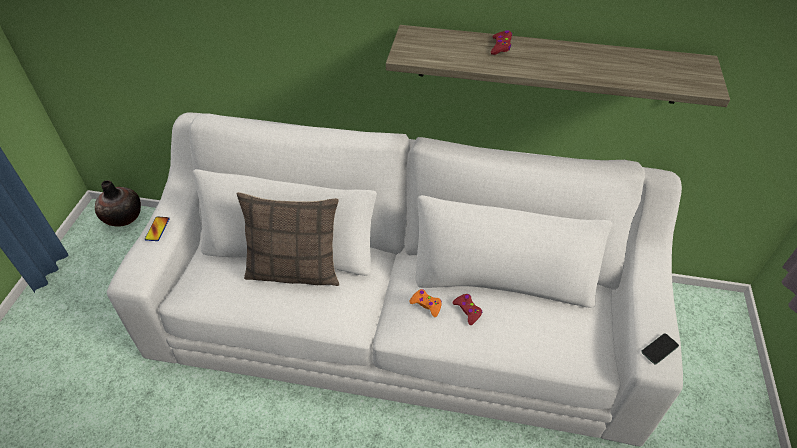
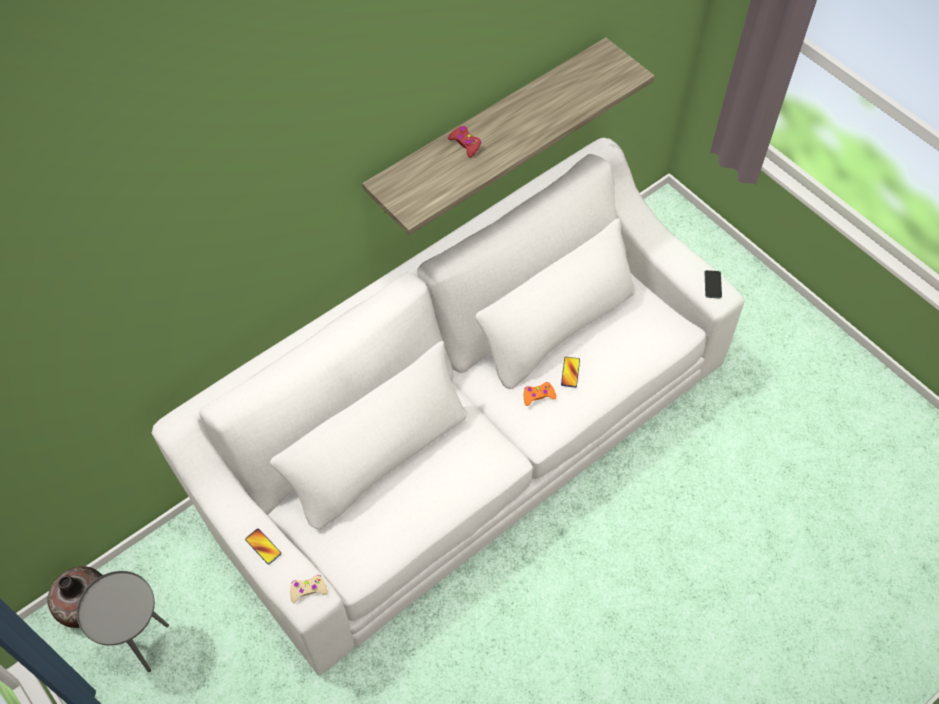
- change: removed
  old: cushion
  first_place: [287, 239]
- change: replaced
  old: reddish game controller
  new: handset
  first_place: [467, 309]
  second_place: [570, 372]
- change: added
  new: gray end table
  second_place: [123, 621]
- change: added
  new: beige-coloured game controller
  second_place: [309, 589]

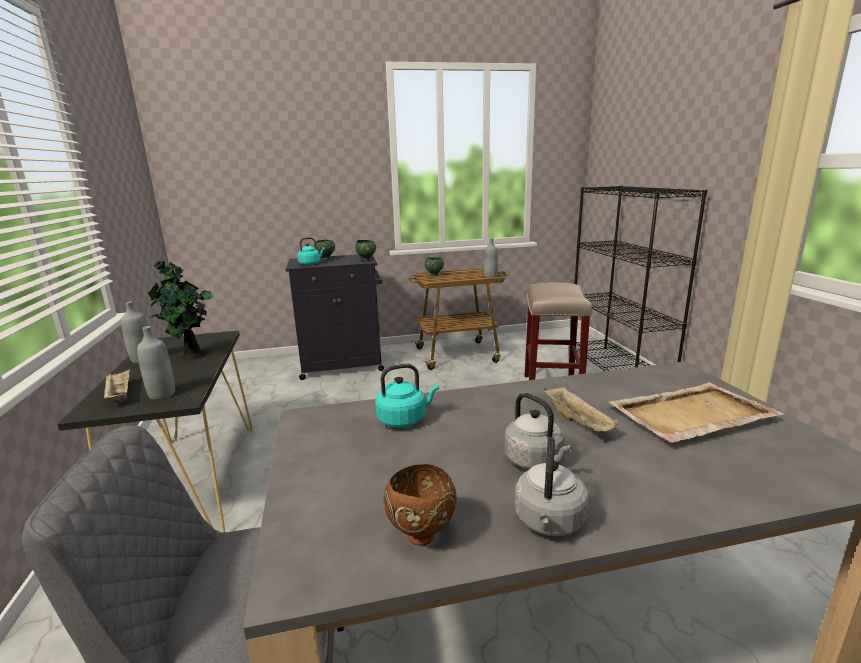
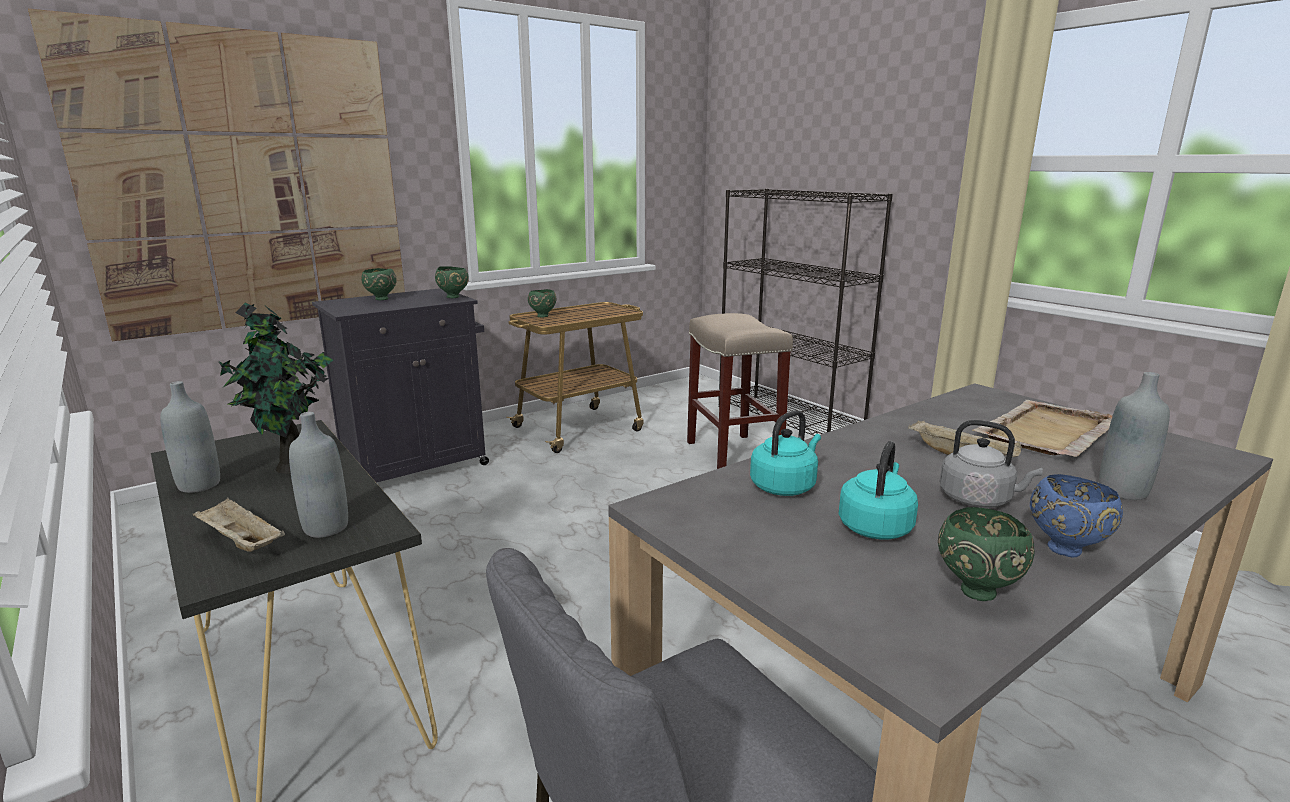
- change: moved
  old: turquoise water kettle
  first_place: [311, 251]
  second_place: [878, 490]
- change: recoloured
  old: brown deep dish
  new: green-coloured deep dish
  first_place: [420, 505]
  second_place: [986, 554]
- change: moved
  old: gray drink bottle
  first_place: [491, 258]
  second_place: [1134, 436]
- change: replaced
  old: gray water kettle
  new: blue deep dish
  first_place: [552, 486]
  second_place: [1076, 516]
- change: added
  new: picture
  second_place: [216, 175]

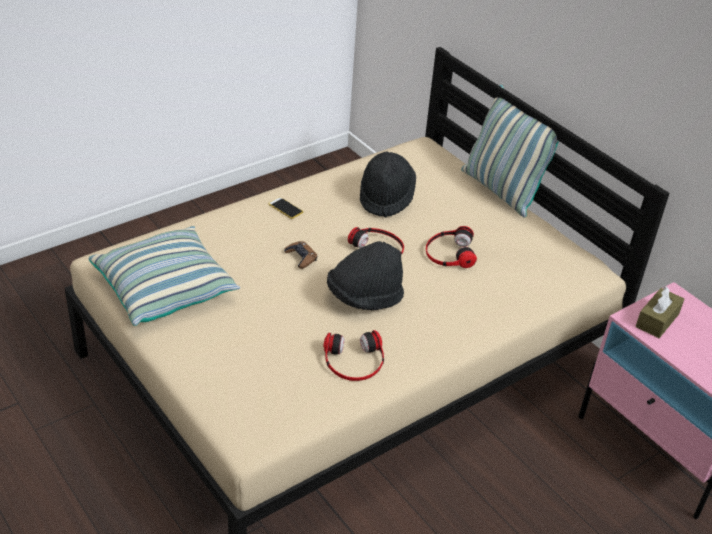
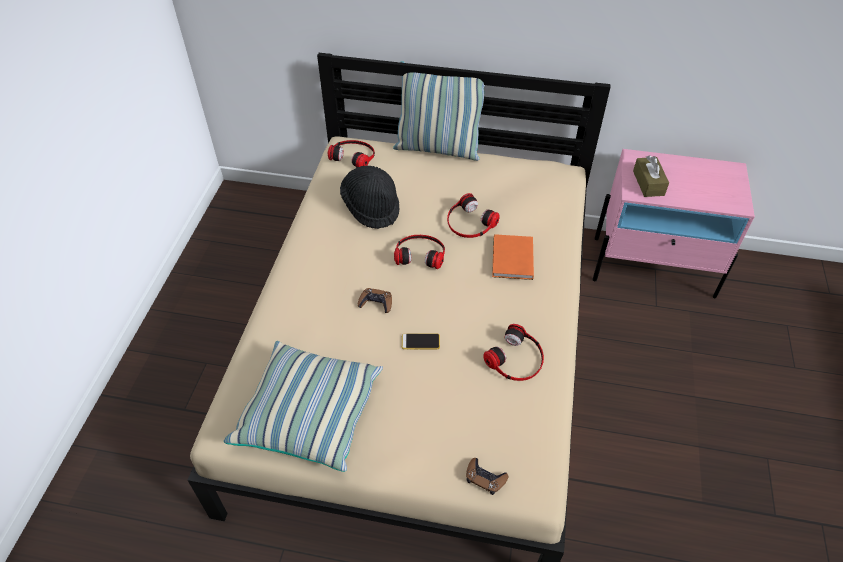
- change: moved
  old: handset
  first_place: [285, 208]
  second_place: [421, 341]
- change: removed
  old: black-coloured clothing hat
  first_place: [365, 275]
- change: added
  new: headphones
  second_place: [351, 153]
- change: added
  new: brown game controller
  second_place: [487, 476]
- change: added
  new: orange volume
  second_place: [513, 257]

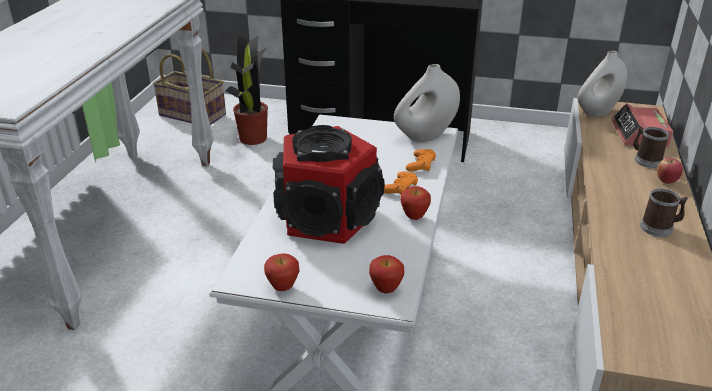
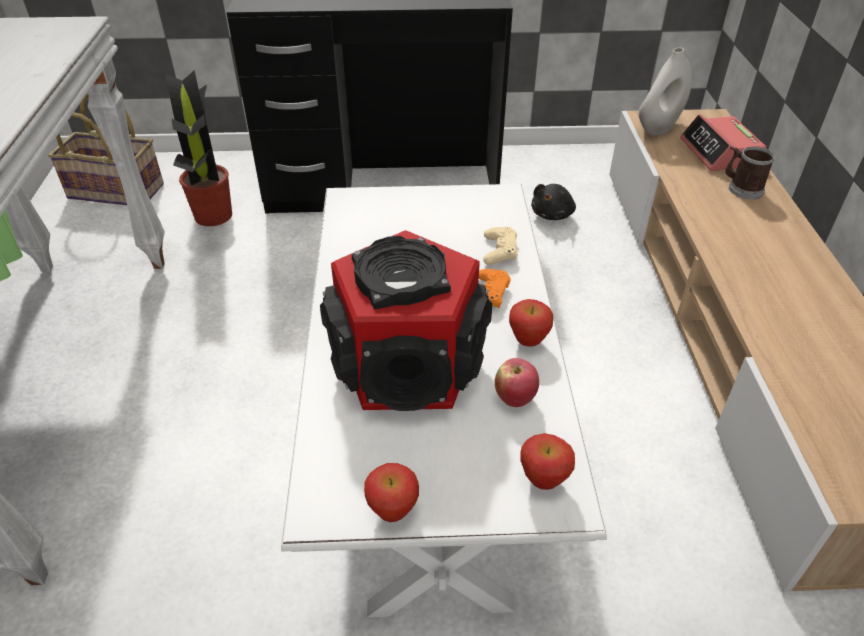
- change: removed
  old: white decorative vase
  first_place: [427, 103]
- change: recoloured
  old: orange game controller
  new: beige-coloured game controller
  first_place: [421, 160]
  second_place: [500, 246]
- change: removed
  old: tea mug
  first_place: [664, 212]
- change: moved
  old: apple
  first_place: [670, 171]
  second_place: [517, 382]
- change: added
  new: black-coloured soft toy
  second_place: [553, 202]

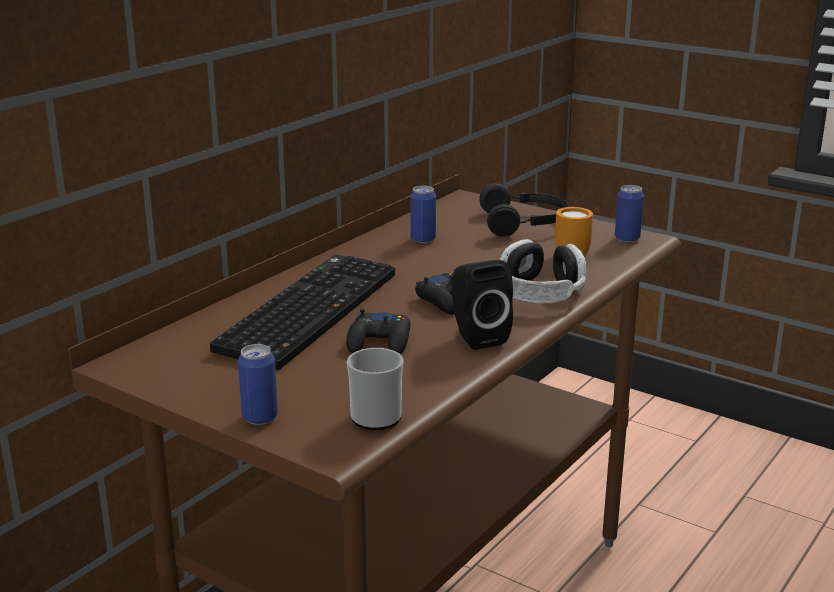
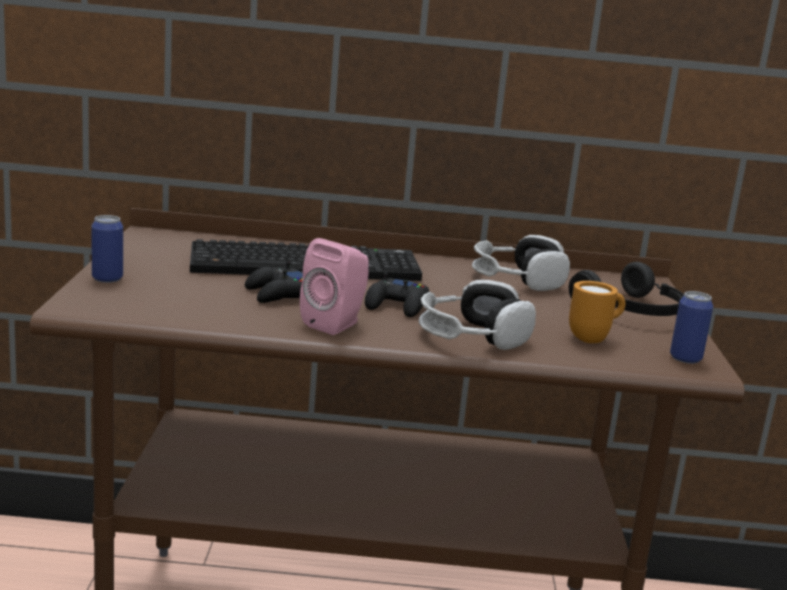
- change: removed
  old: tea mug
  first_place: [375, 389]
- change: replaced
  old: sealed can
  new: headphones
  first_place: [423, 214]
  second_place: [521, 263]
- change: recoloured
  old: black-coloured loudspeaker
  new: pink-coloured loudspeaker
  first_place: [482, 305]
  second_place: [334, 286]

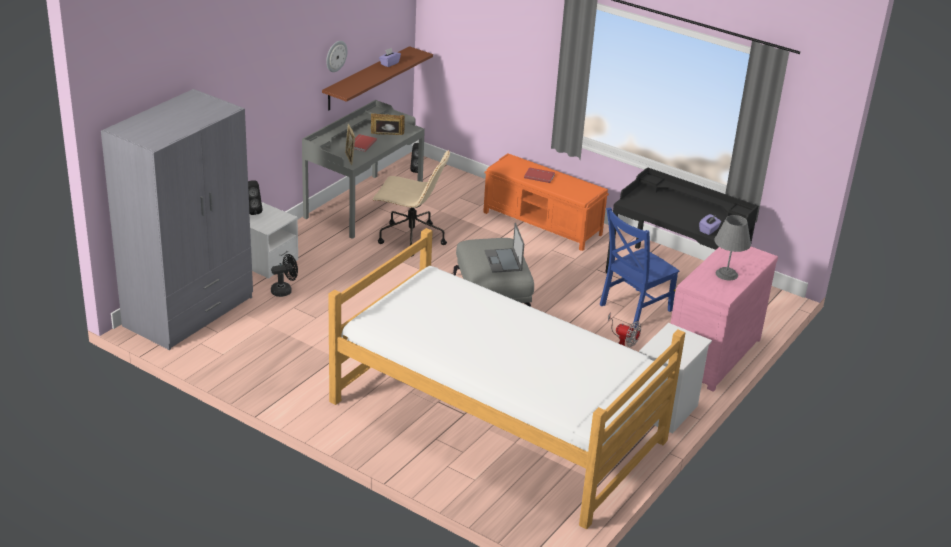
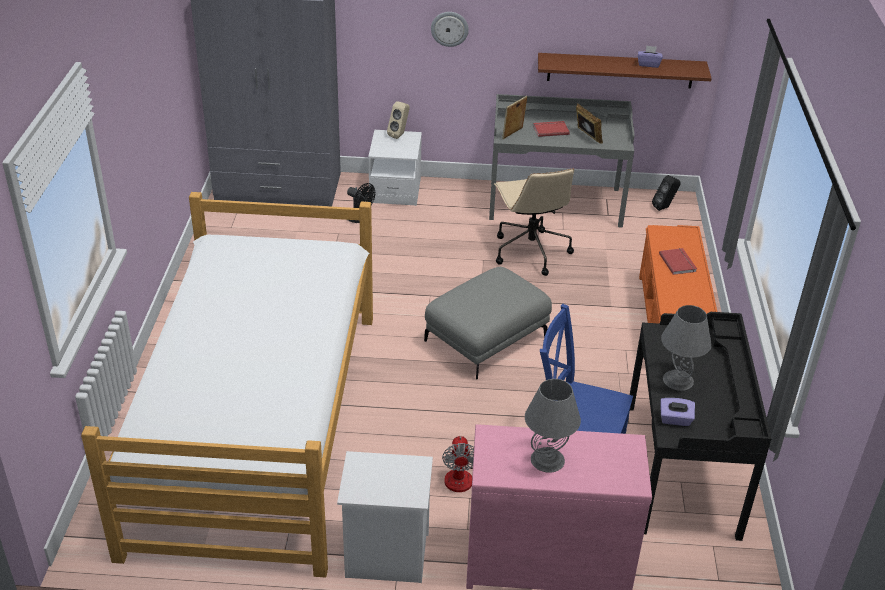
- change: recoloured
  old: black-coloured loudspeaker
  new: beige-coloured loudspeaker
  first_place: [255, 197]
  second_place: [398, 120]
- change: moved
  old: wall clock
  first_place: [337, 56]
  second_place: [450, 29]
- change: removed
  old: portable computer
  first_place: [504, 248]
- change: added
  new: gray tabletop lamp
  second_place: [686, 348]

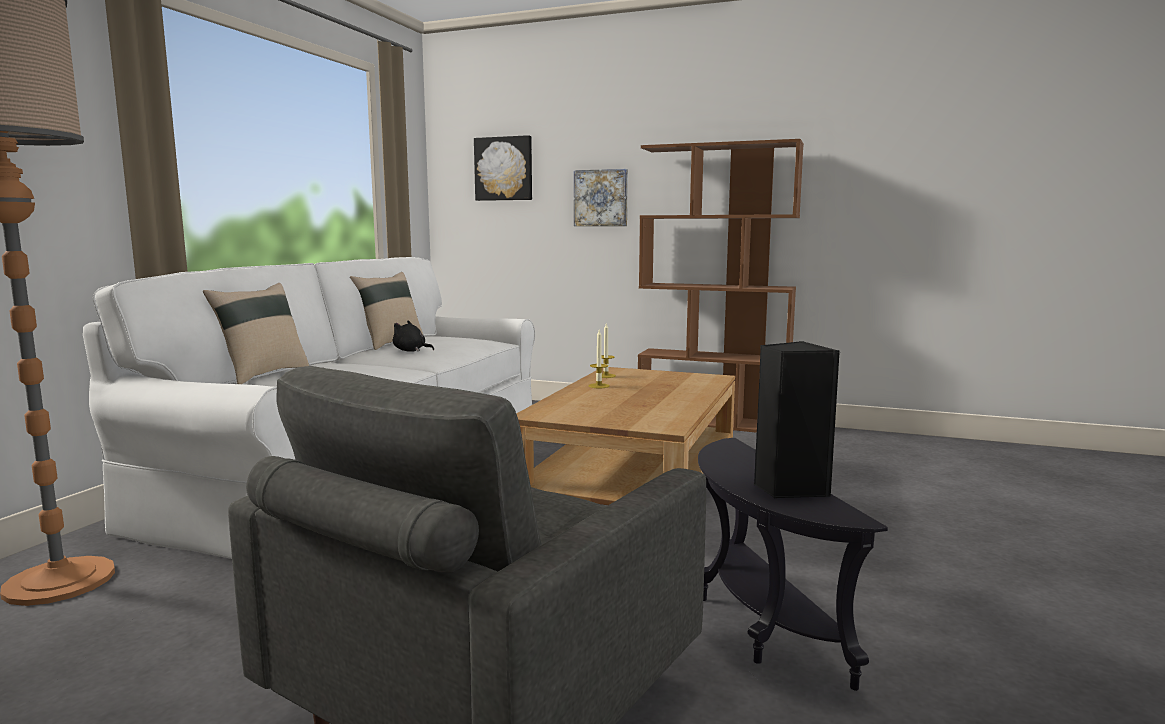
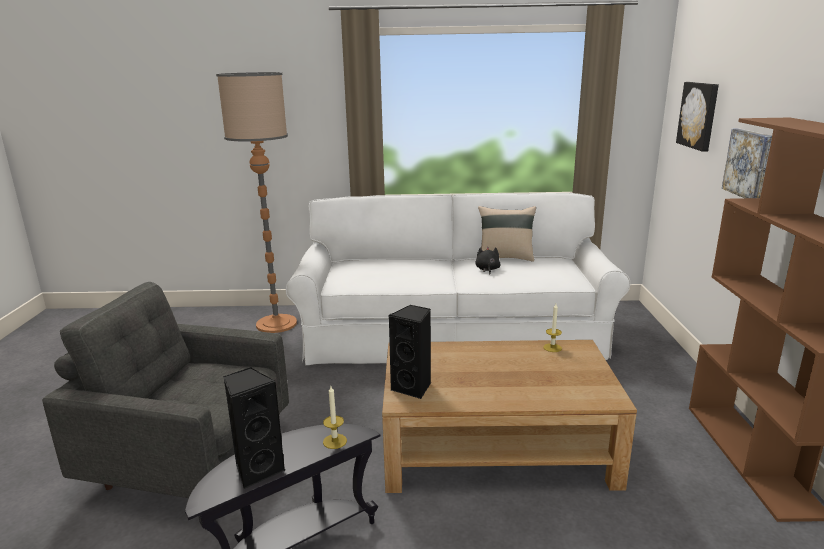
- change: removed
  old: beige-coloured cushion
  first_place: [256, 333]
- change: moved
  old: wax light
  first_place: [599, 359]
  second_place: [335, 417]
- change: added
  new: black-coloured loudspeaker
  second_place: [410, 352]

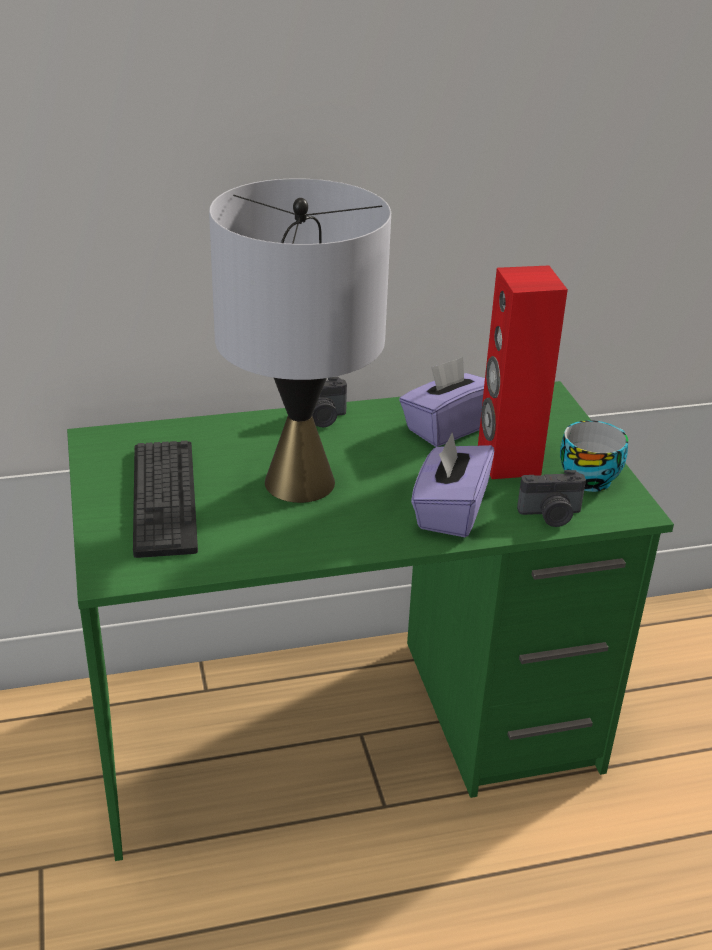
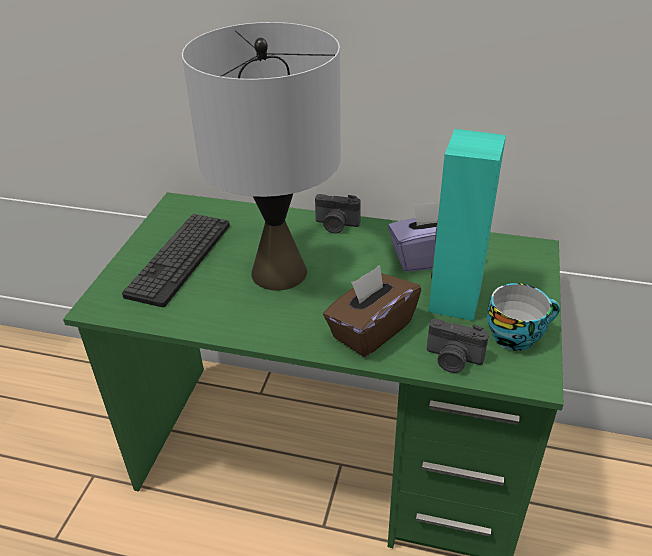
- change: recoloured
  old: purple box of tissues
  new: brown box of tissues
  first_place: [452, 484]
  second_place: [372, 311]
- change: recoloured
  old: reddish loudspeaker
  new: turquoise loudspeaker
  first_place: [523, 372]
  second_place: [467, 225]

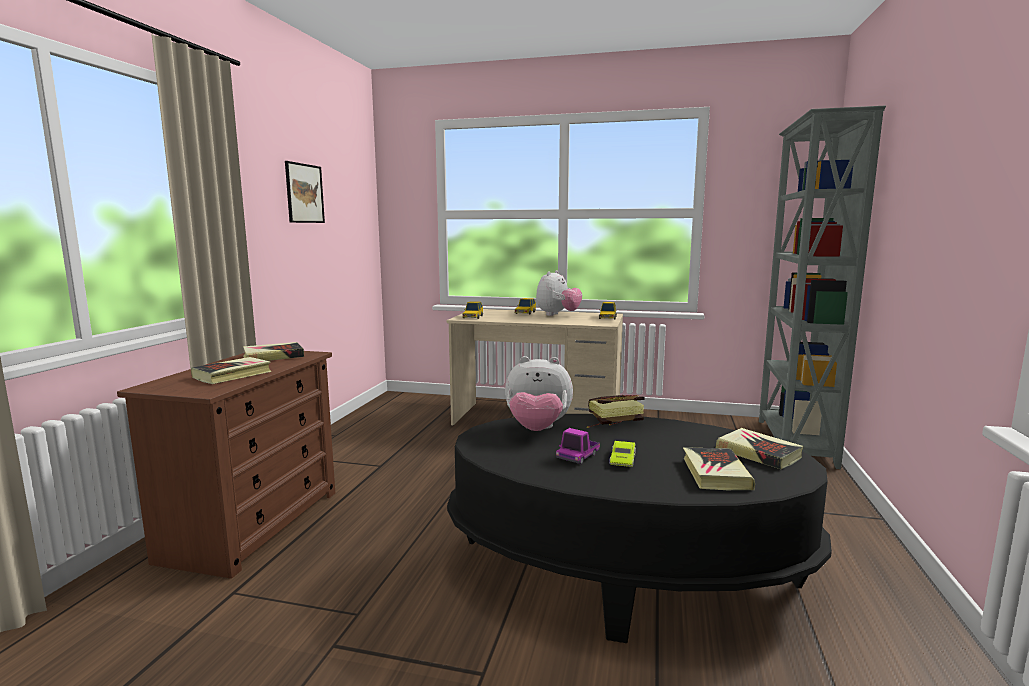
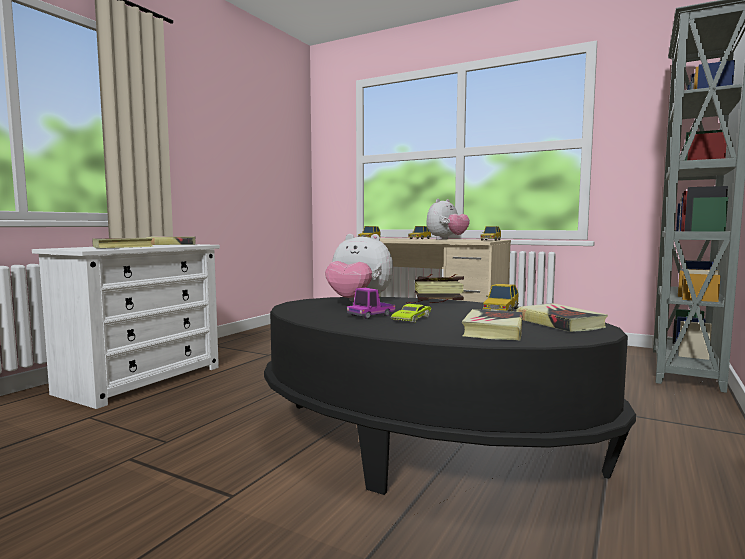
- change: recoloured
  old: brown drawer chest
  new: white drawer chest
  first_place: [226, 465]
  second_place: [126, 326]
- change: removed
  old: picture
  first_place: [305, 192]
- change: added
  new: model car
  second_place: [500, 298]

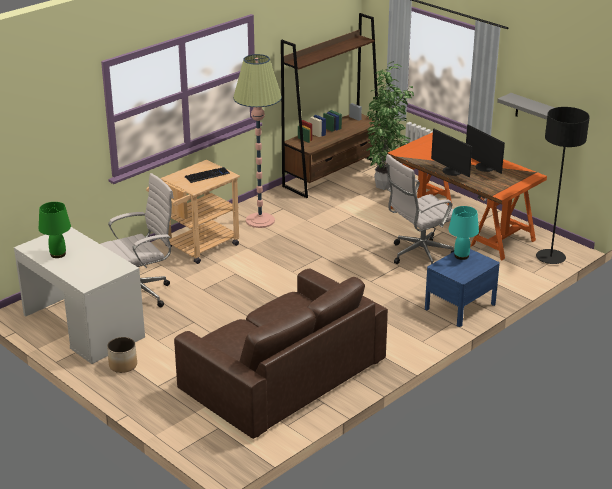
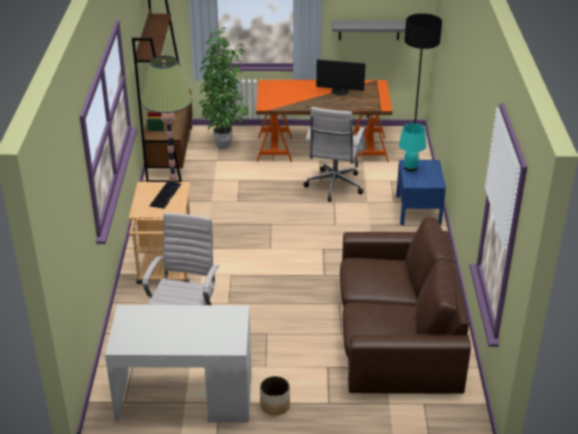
- change: removed
  old: green-coloured tabletop lamp
  first_place: [55, 230]
- change: removed
  old: monitor
  first_place: [451, 153]

